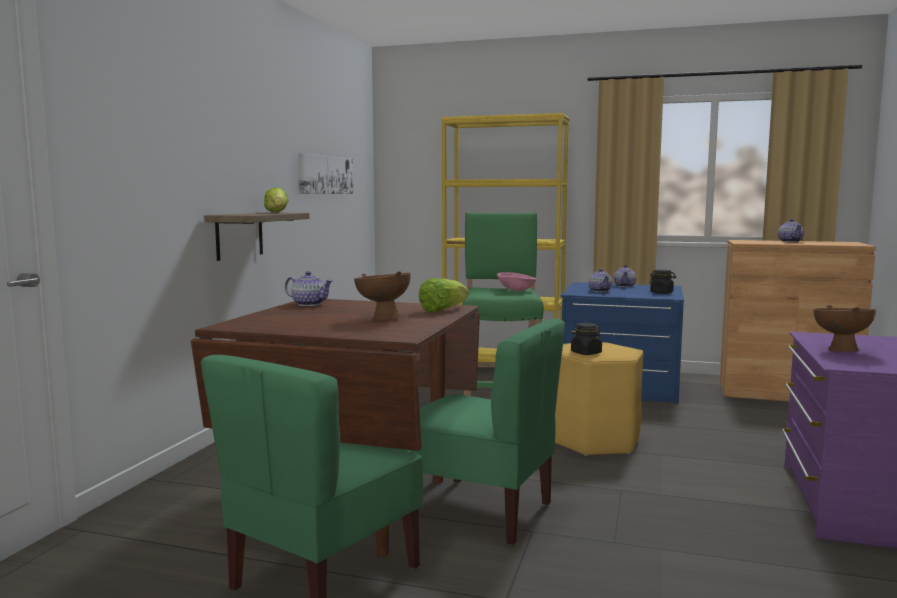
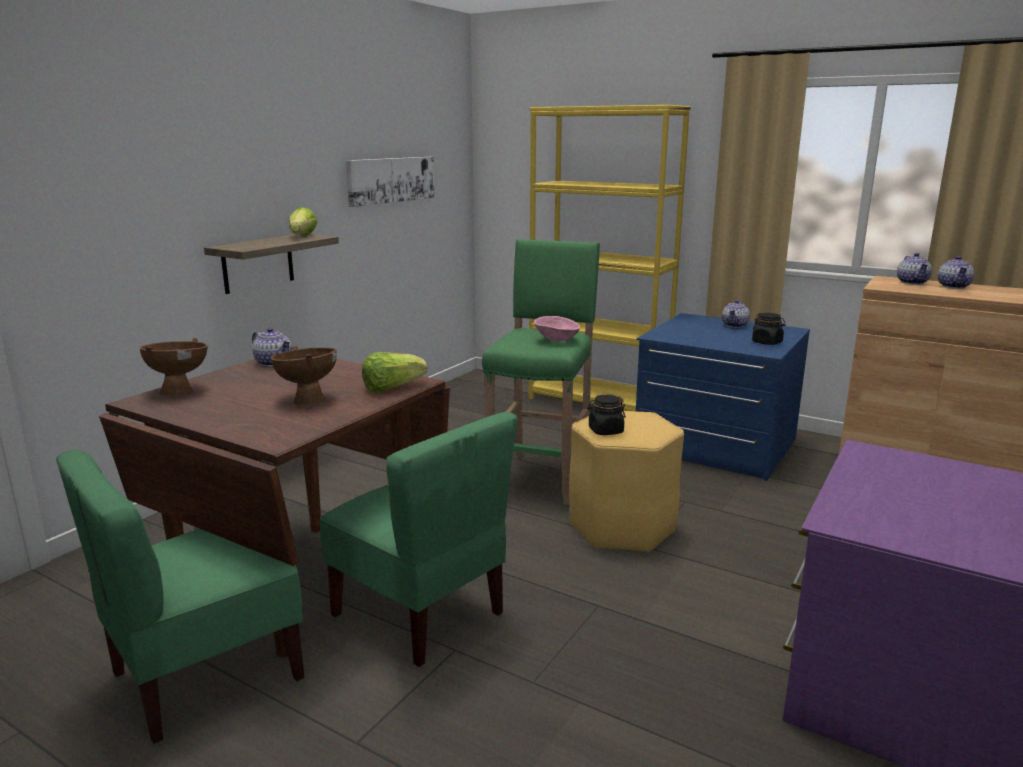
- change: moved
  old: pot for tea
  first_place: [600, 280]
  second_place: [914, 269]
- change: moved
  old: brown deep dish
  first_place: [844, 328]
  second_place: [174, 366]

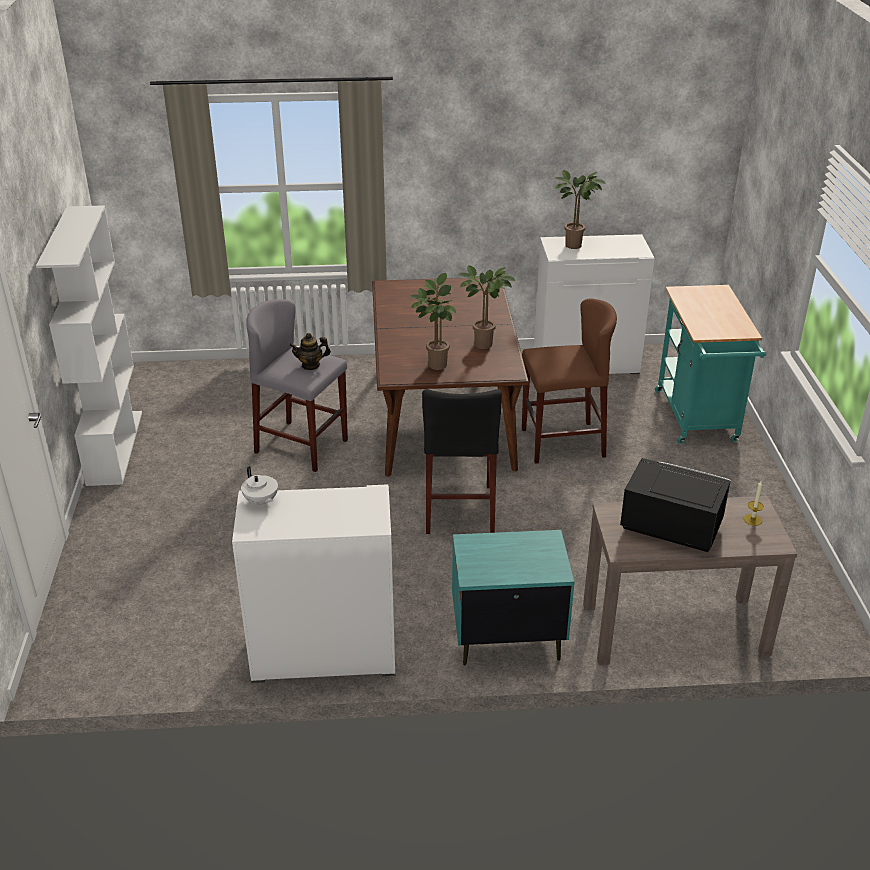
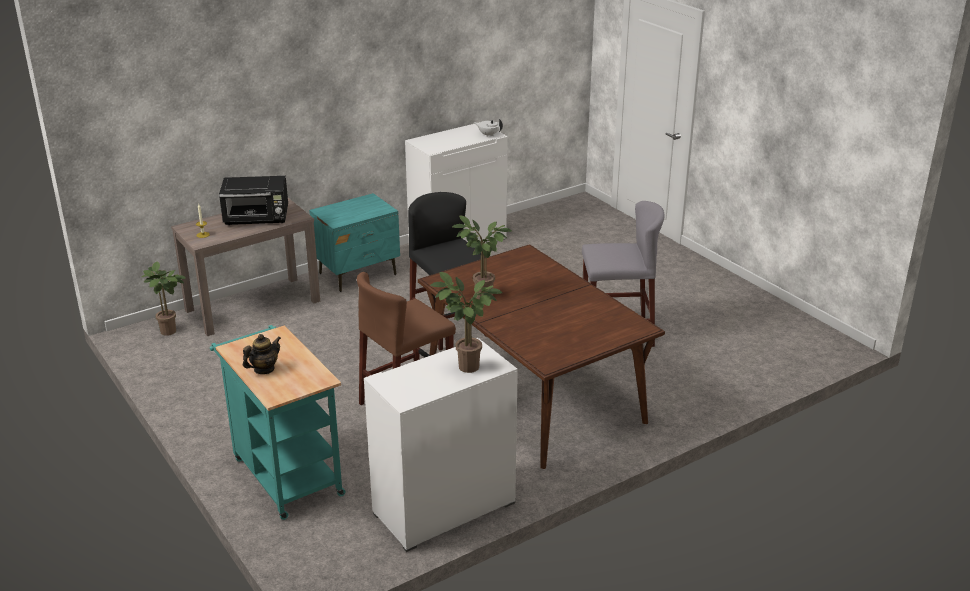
- change: removed
  old: white bookcase
  first_place: [89, 345]
- change: moved
  old: pot for tea
  first_place: [310, 351]
  second_place: [262, 354]
- change: moved
  old: houseplant
  first_place: [433, 321]
  second_place: [164, 298]

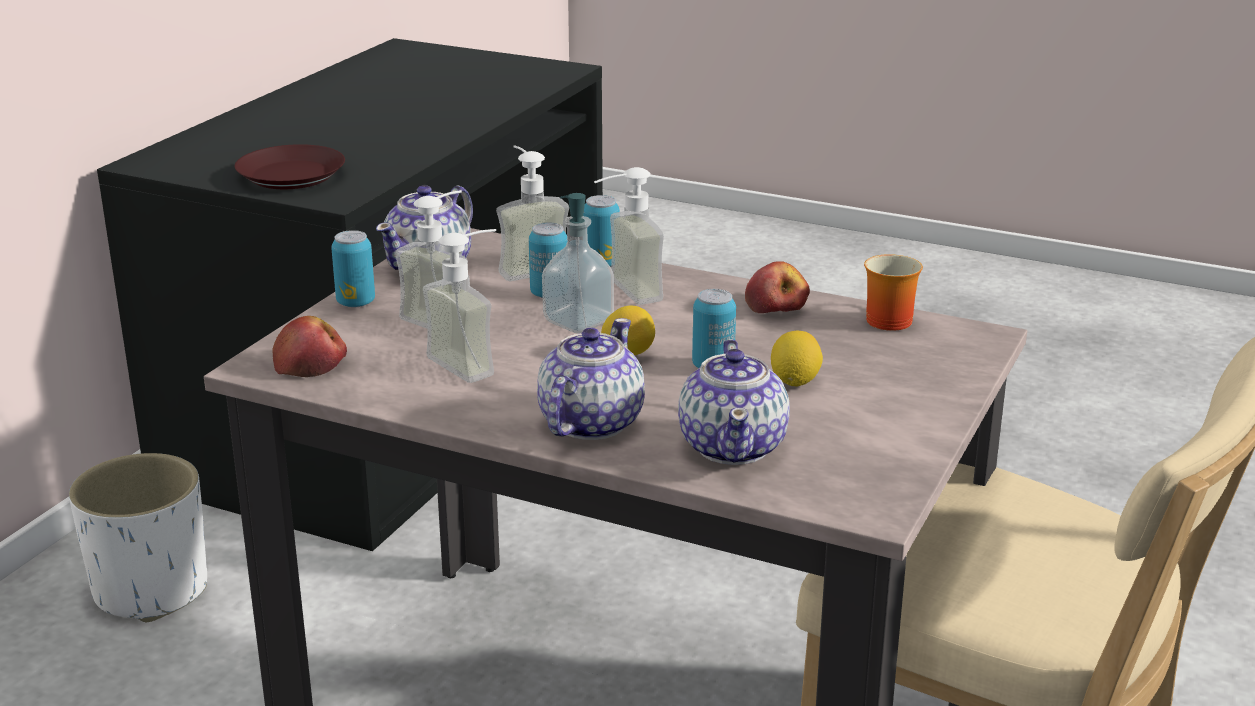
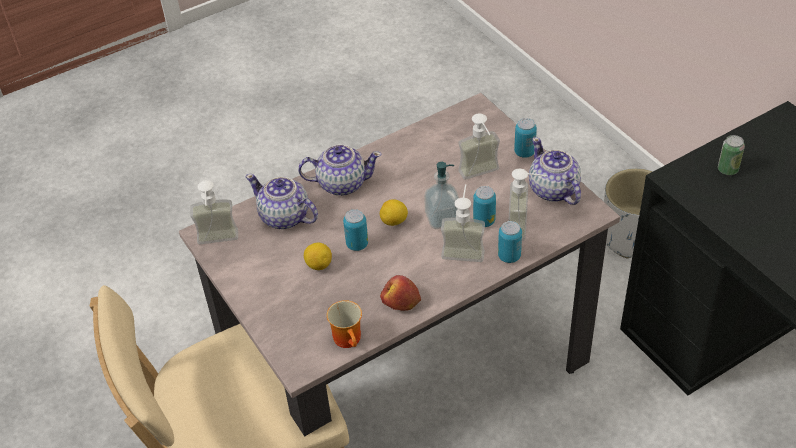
- change: replaced
  old: brown dinner plate
  new: sealed can
  first_place: [290, 166]
  second_place: [731, 155]
- change: removed
  old: apple
  first_place: [309, 346]
- change: moved
  old: liquid soap bottle
  first_place: [459, 306]
  second_place: [214, 212]
- change: turned
  old: pot for tea
  first_place: [591, 379]
  second_place: [340, 170]
  degrees: -60

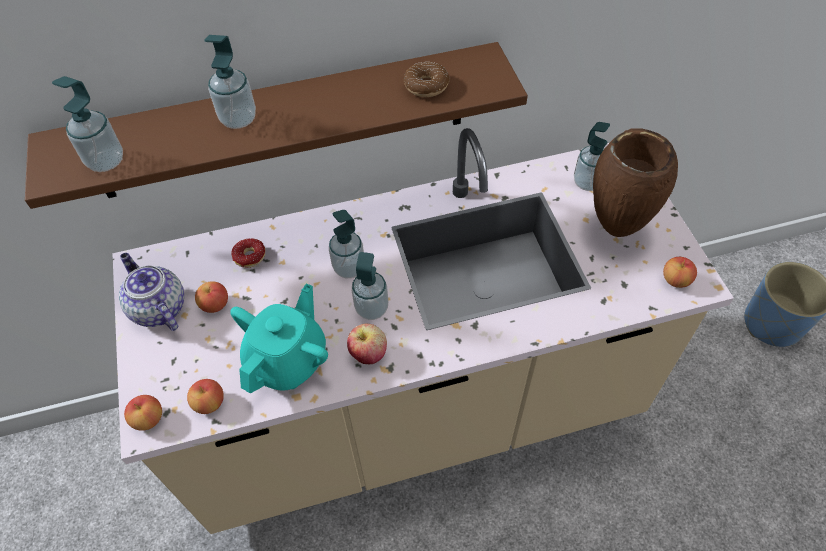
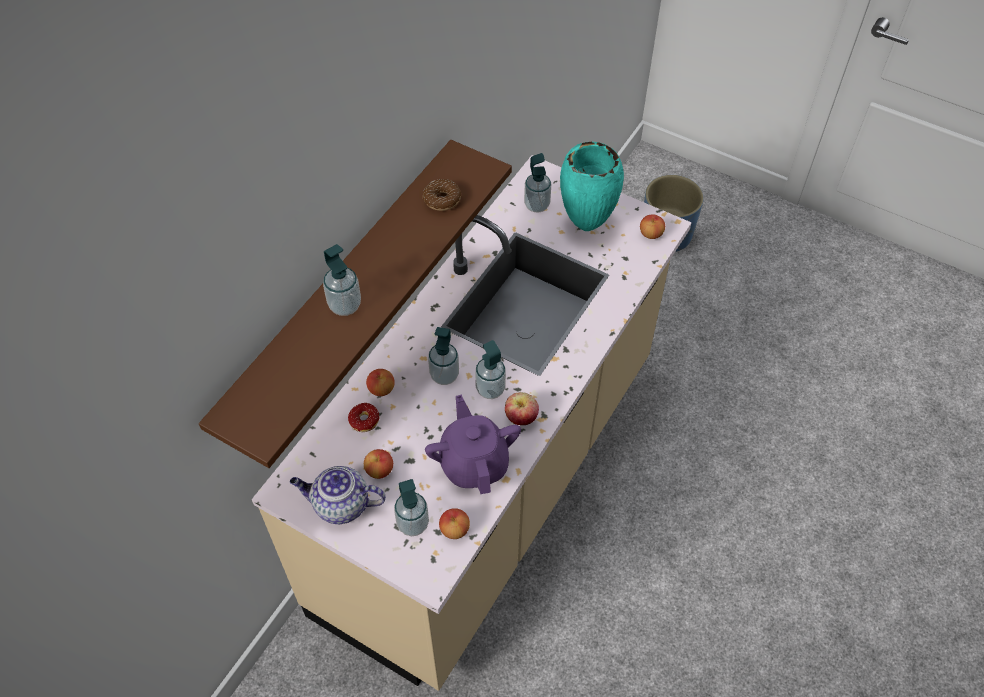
- change: moved
  old: liquid soap bottle
  first_place: [87, 124]
  second_place: [411, 507]
- change: moved
  old: apple
  first_place: [143, 413]
  second_place: [380, 382]
- change: recoloured
  old: turquoise pot for tea
  new: purple pot for tea
  first_place: [279, 339]
  second_place: [473, 444]
- change: recoloured
  old: brown decorative vase
  new: turquoise decorative vase
  first_place: [635, 183]
  second_place: [592, 186]

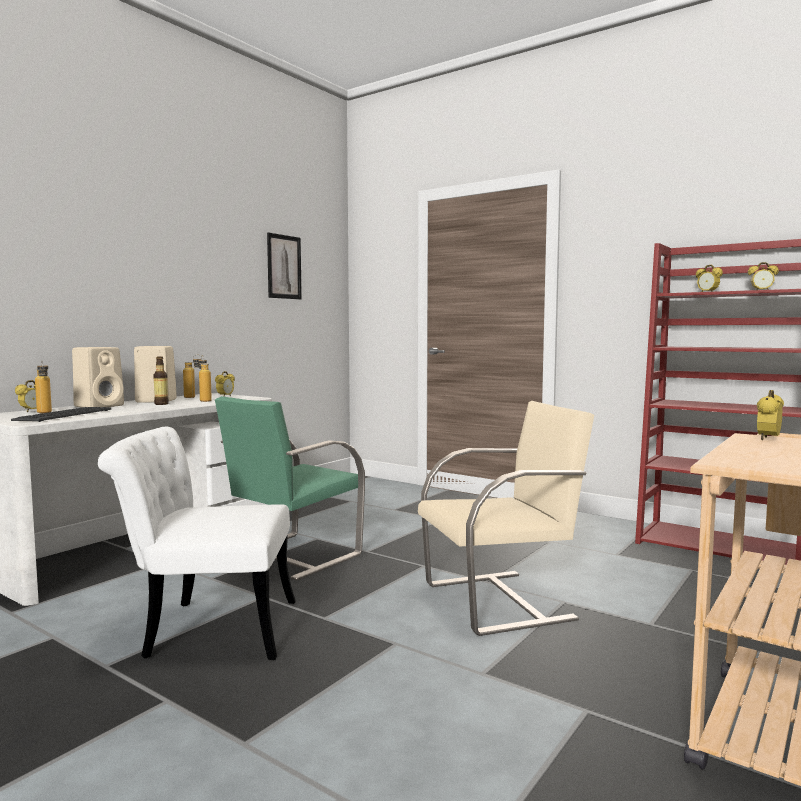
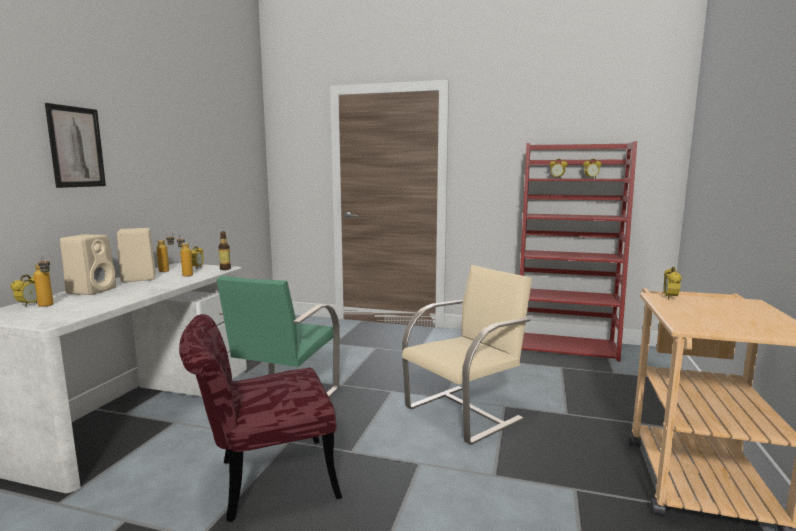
- change: removed
  old: keyboard
  first_place: [61, 414]
- change: recoloured
  old: white chair
  new: reddish chair
  first_place: [197, 543]
  second_place: [260, 418]
- change: moved
  old: drink bottle
  first_place: [161, 380]
  second_place: [224, 250]
- change: moved
  old: picture
  first_place: [284, 266]
  second_place: [75, 145]

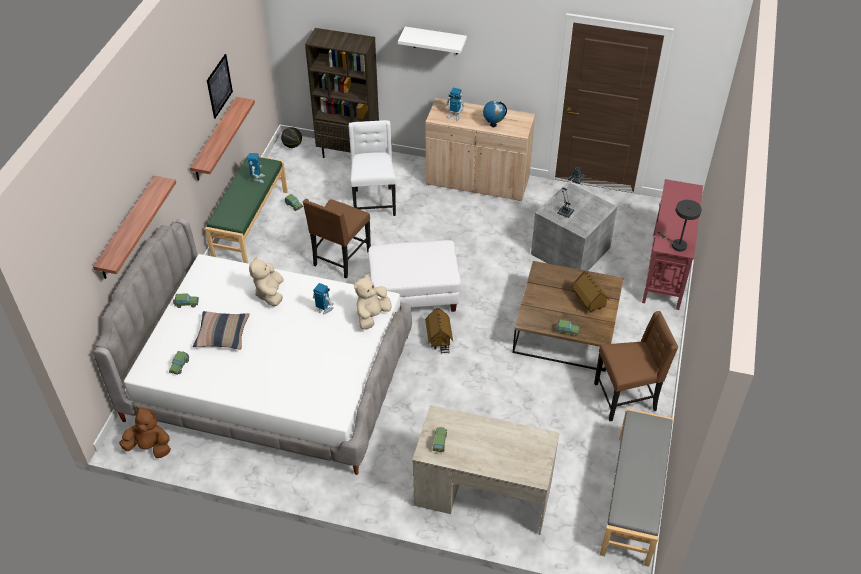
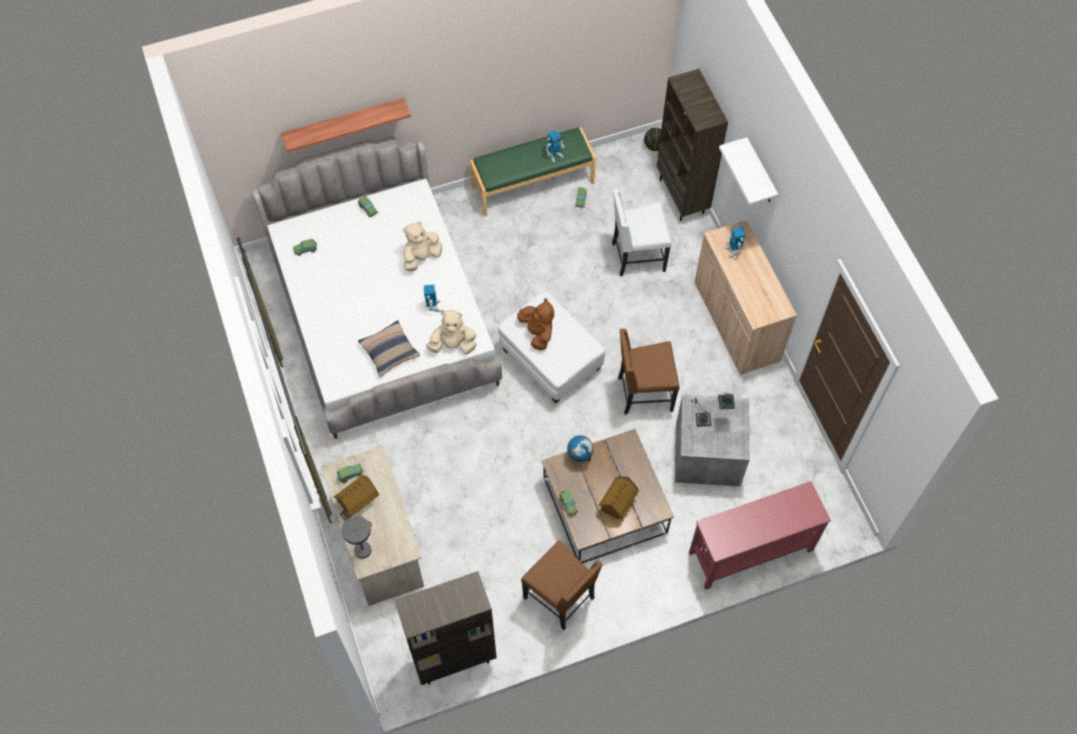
- change: moved
  old: brown soft toy
  first_place: [145, 432]
  second_place: [535, 324]
- change: removed
  old: wall shelf
  first_place: [222, 139]
- change: moved
  old: cushion
  first_place: [221, 330]
  second_place: [389, 348]
- change: removed
  old: picture
  first_place: [220, 86]
- change: moved
  old: brown chair
  first_place: [337, 239]
  second_place: [649, 372]
- change: turned
  old: white chair
  first_place: [372, 168]
  second_place: [641, 232]
  degrees: -150
- change: moved
  old: miniature house
  first_place: [439, 330]
  second_place: [356, 497]
- change: moved
  old: desk globe
  first_place: [495, 114]
  second_place: [580, 449]
- change: replaced
  old: gray indoor bench
  new: brown bookcase
  first_place: [636, 487]
  second_place: [445, 628]
- change: moved
  old: gray tabletop lamp
  first_place: [680, 226]
  second_place: [357, 537]

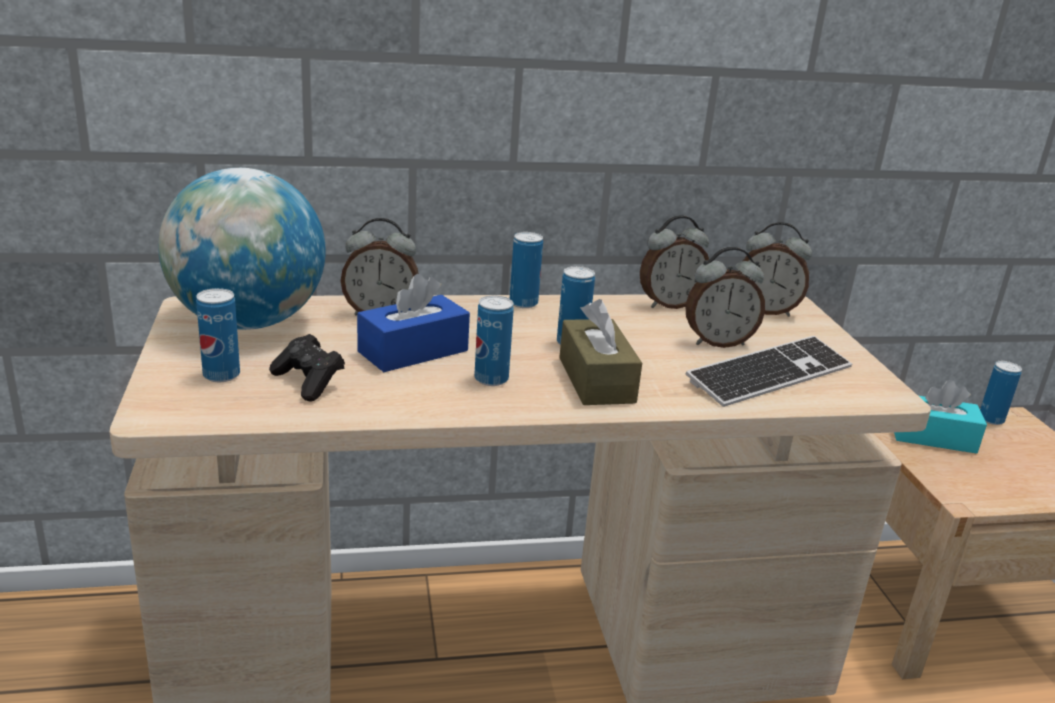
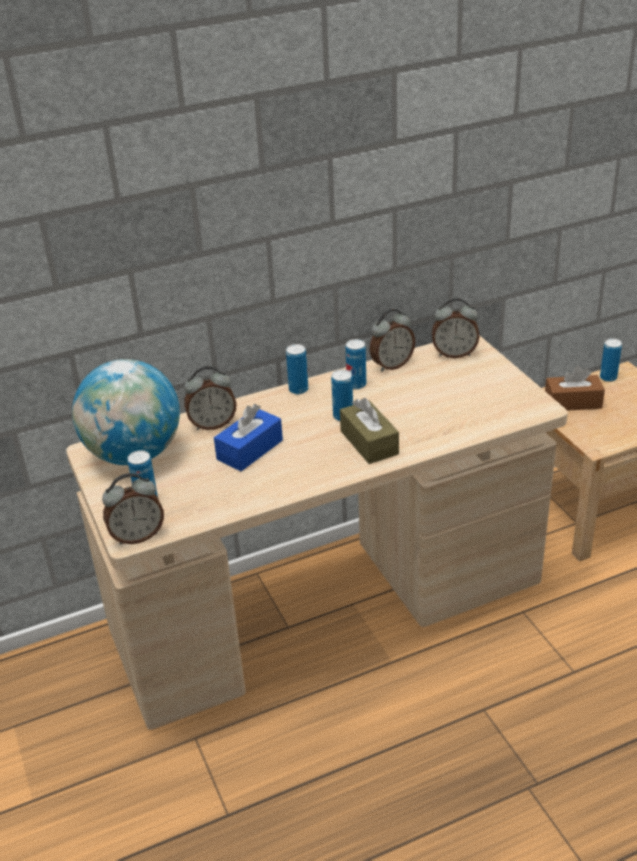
- change: removed
  old: black-coloured game controller
  first_place: [307, 368]
- change: moved
  old: sealed can
  first_place: [494, 340]
  second_place: [356, 364]
- change: moved
  old: alarm clock
  first_place: [725, 297]
  second_place: [133, 509]
- change: removed
  old: keyboard
  first_place: [769, 371]
- change: recoloured
  old: turquoise box of tissues
  new: brown box of tissues
  first_place: [940, 417]
  second_place: [575, 388]

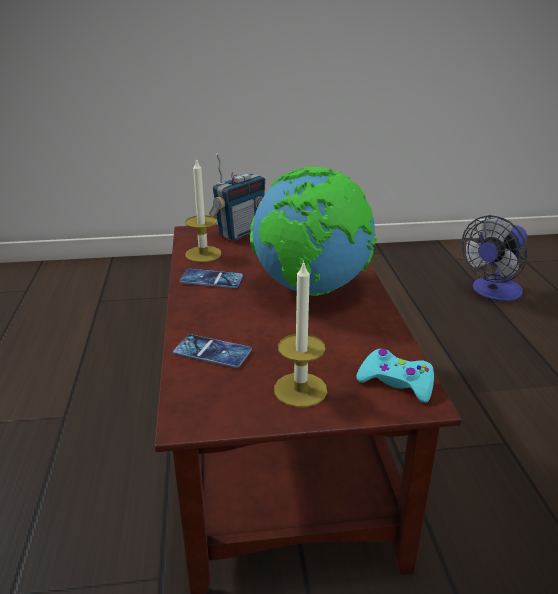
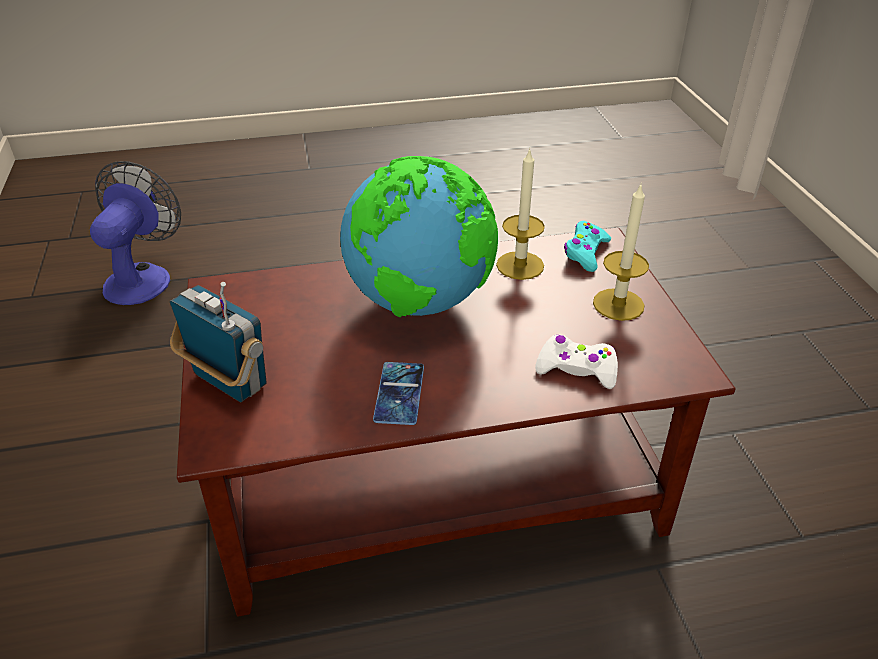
- change: replaced
  old: handset
  new: white game controller
  first_place: [212, 351]
  second_place: [576, 362]
- change: moved
  old: wax light
  first_place: [203, 210]
  second_place: [520, 214]
- change: turned
  old: electric fan
  first_place: [494, 258]
  second_place: [135, 233]
  degrees: -120

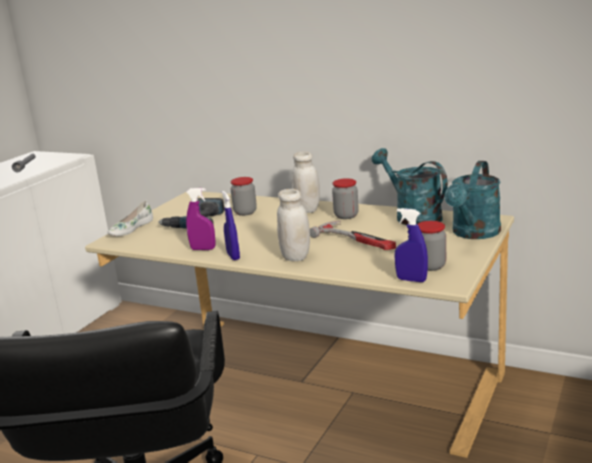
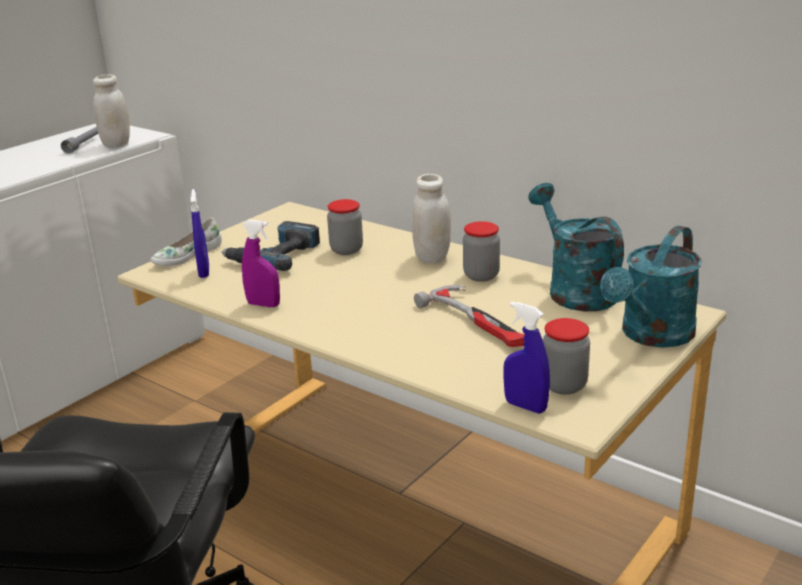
- change: moved
  old: blue sprayer
  first_place: [231, 225]
  second_place: [199, 233]
- change: moved
  old: white preserve jar
  first_place: [293, 225]
  second_place: [111, 111]

